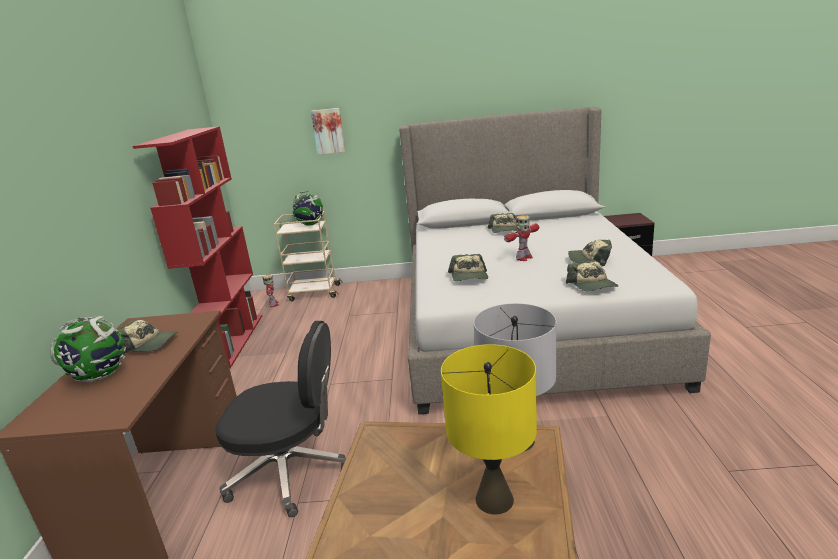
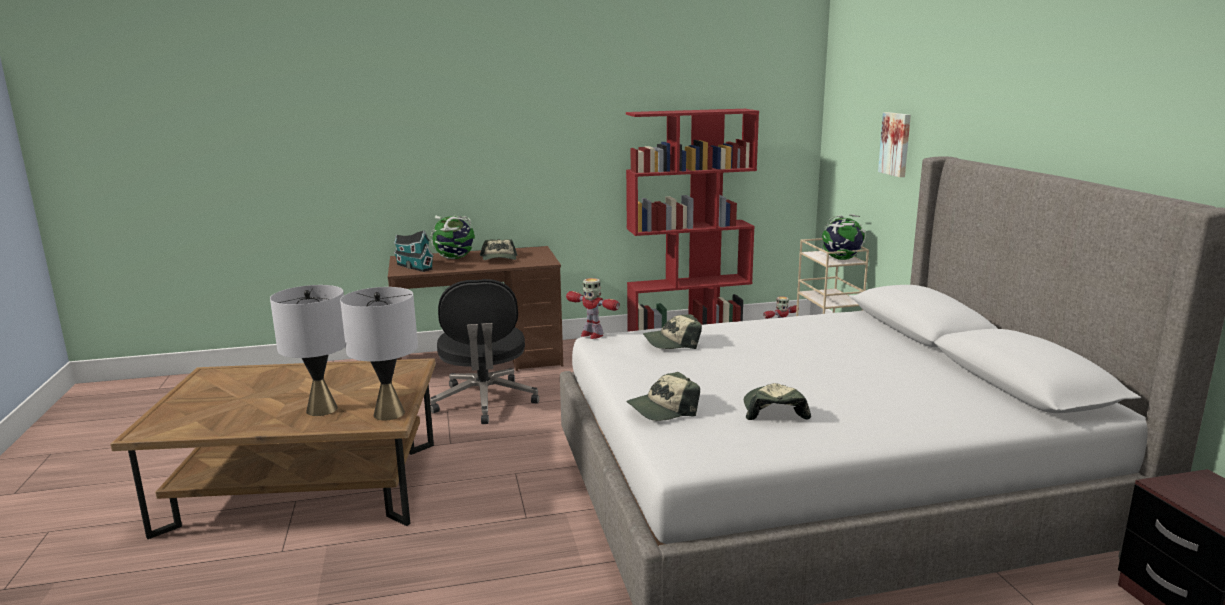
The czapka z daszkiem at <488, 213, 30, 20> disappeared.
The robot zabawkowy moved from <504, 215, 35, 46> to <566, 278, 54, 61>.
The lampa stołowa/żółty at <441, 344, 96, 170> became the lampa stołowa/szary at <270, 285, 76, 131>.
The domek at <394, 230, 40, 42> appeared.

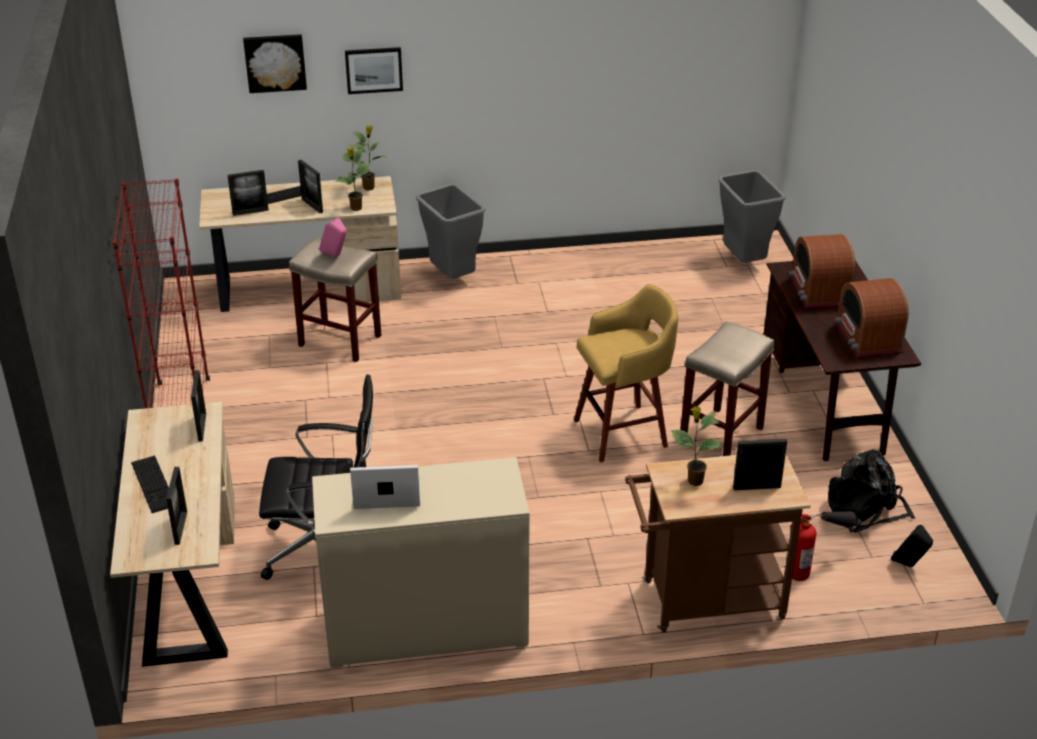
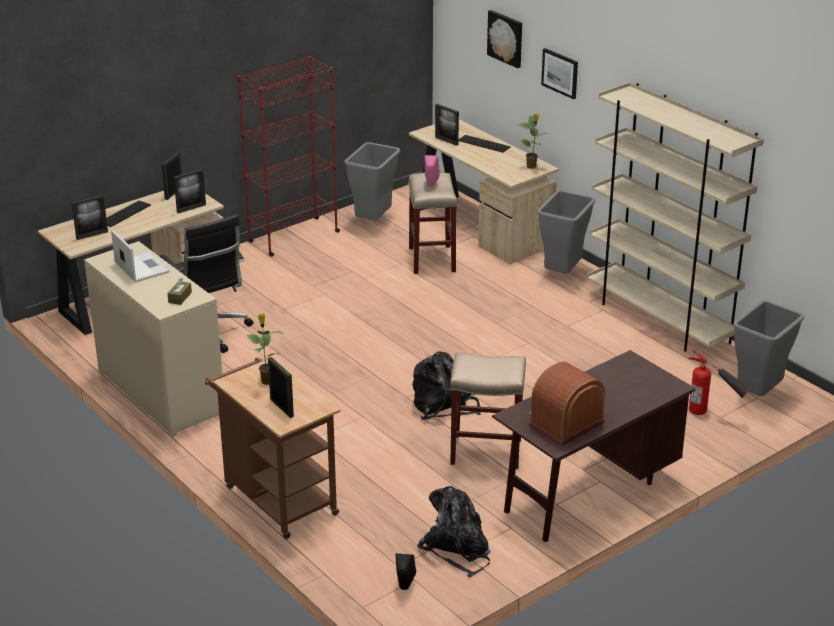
The roślina doniczkowa at <335, 147, 36, 64> disappeared.
The ramka na zdjęcie moved from <298, 160, 25, 53> to <161, 152, 21, 48>.
The radio at <788, 234, 68, 75> disappeared.
The stołek/żółty at <574, 284, 104, 179> was replaced by the plecak/czarny at <412, 351, 69, 69>.
The gaśnica moved from <790, 511, 66, 70> to <688, 350, 63, 65>.
The regał/beżowy at <586, 82, 178, 270> appeared.
The kosz na śmieci/szary at <344, 142, 56, 78> appeared.
The pudełko chusteczek/brązowy at <167, 278, 25, 27> appeared.

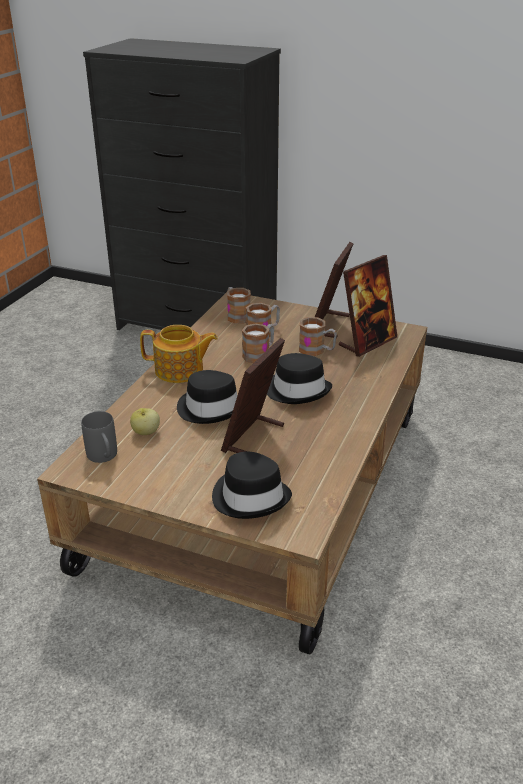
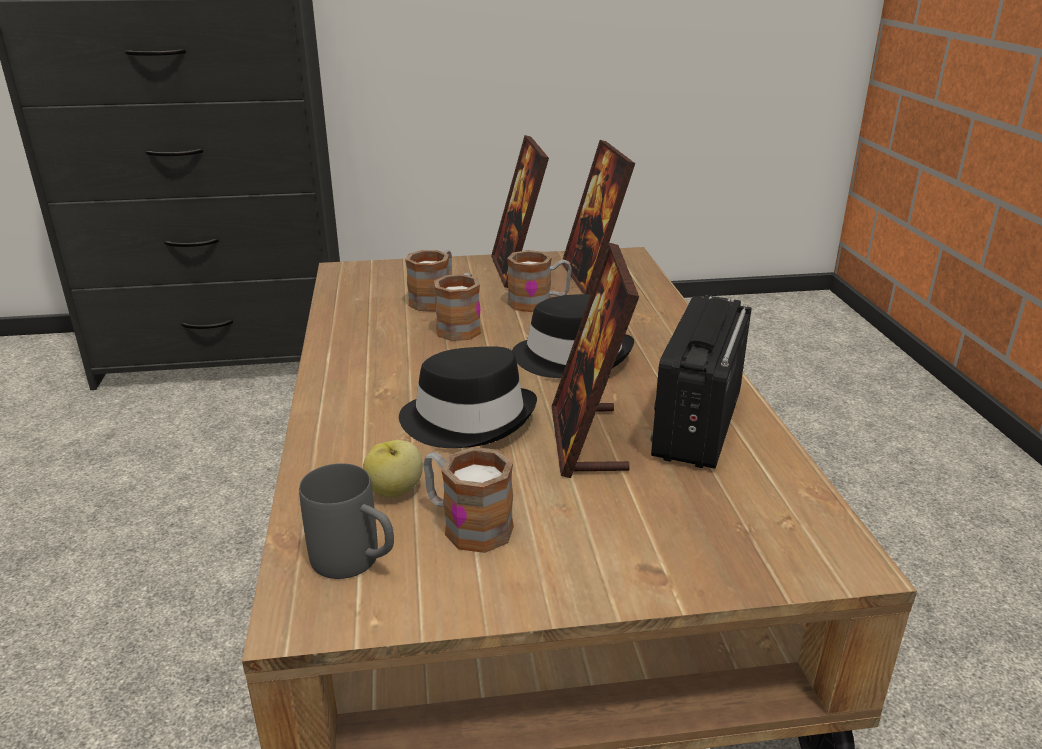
The ramka na zdjęcie at <339, 255, 58, 102> turned 150 degrees clockwise.
The kubek moved from <227, 287, 24, 37> to <423, 447, 91, 106>.
The imbryk at <140, 325, 78, 58> disappeared.
The kapelusz/czarny at <212, 452, 80, 67> disappeared.
The radio at <650, 296, 101, 173> appeared.

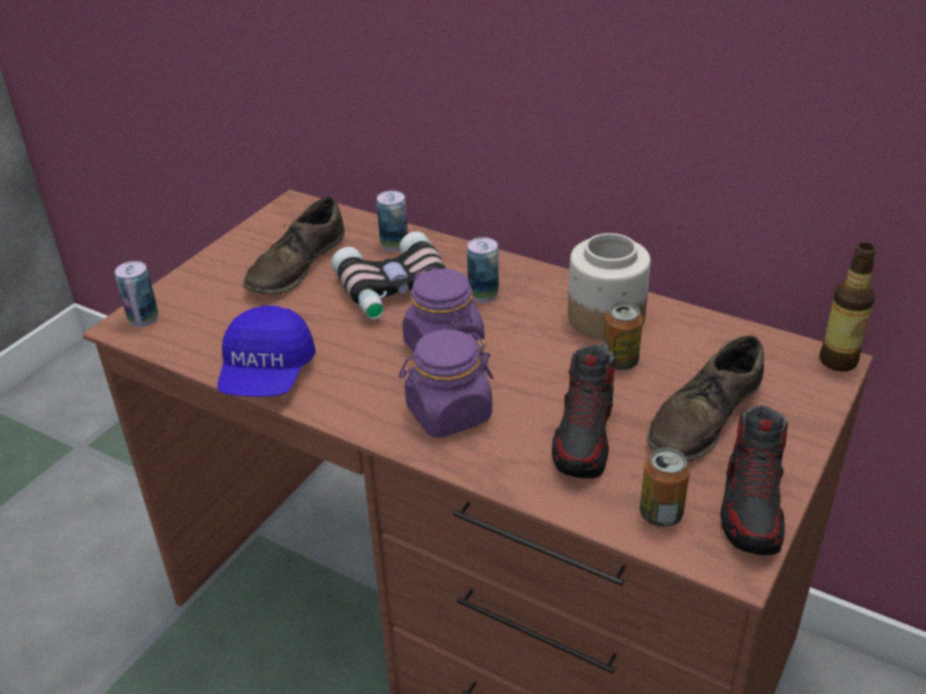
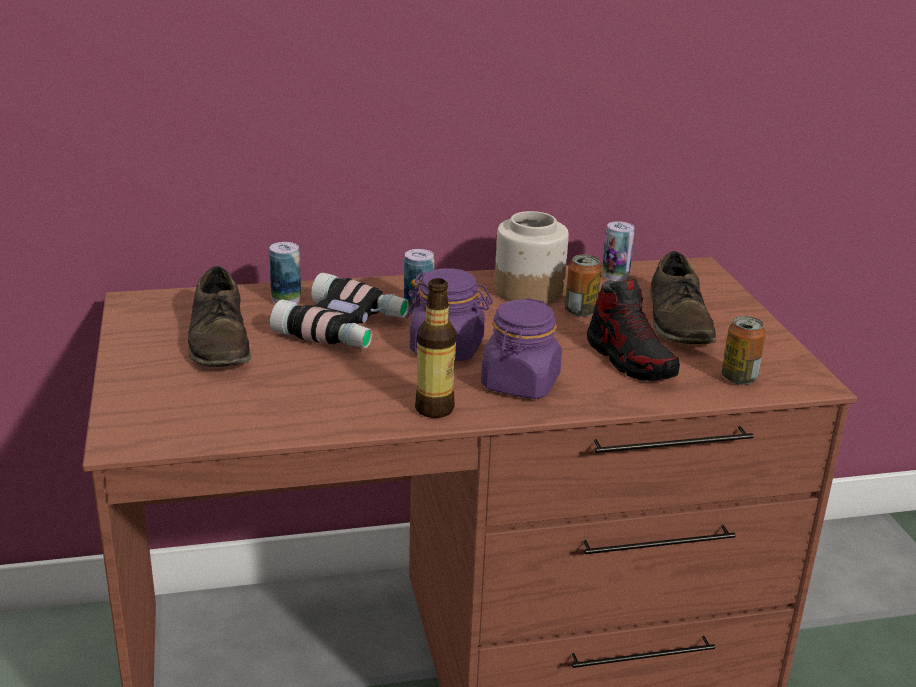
The butelka moved from <819, 243, 57, 128> to <415, 278, 41, 140>.
The puszka moved from <115, 261, 43, 66> to <602, 221, 33, 60>.
The czapka z daszkiem/niebieski at <217, 305, 99, 92> disappeared.
The but at <720, 405, 68, 150> disappeared.

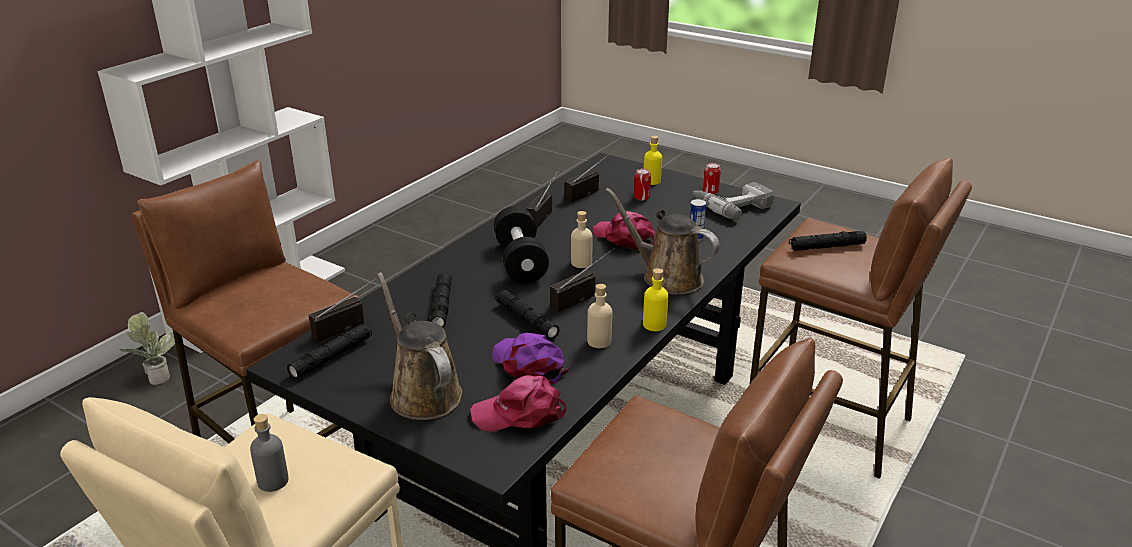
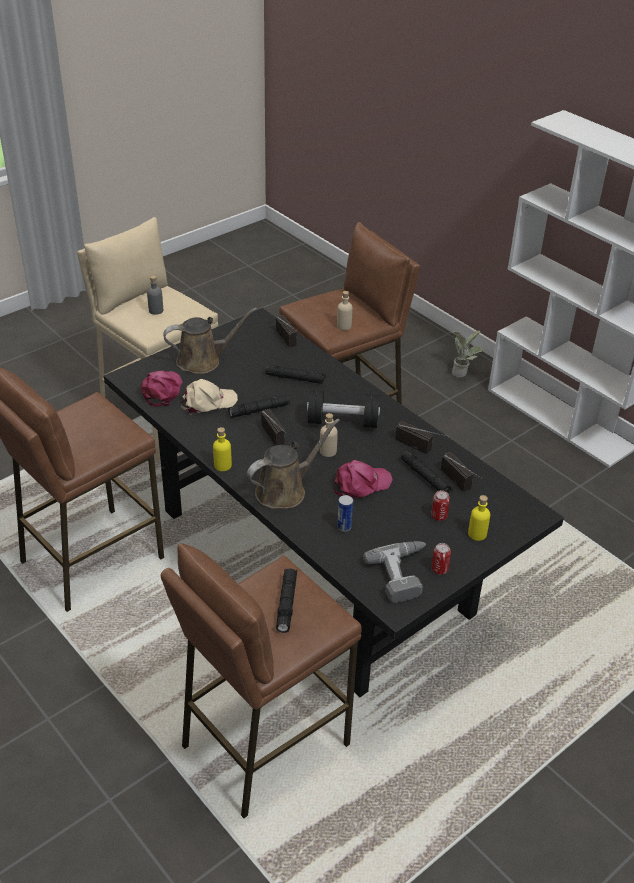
The butelka/beżowy moved from <587, 284, 25, 64> to <337, 291, 16, 39>.
The latarka/czarny moved from <287, 324, 85, 55> to <401, 450, 52, 43>.
The czapka z daszkiem/fioletowy at <492, 333, 77, 51> became the czapka z daszkiem/beżowy at <181, 379, 57, 36>.

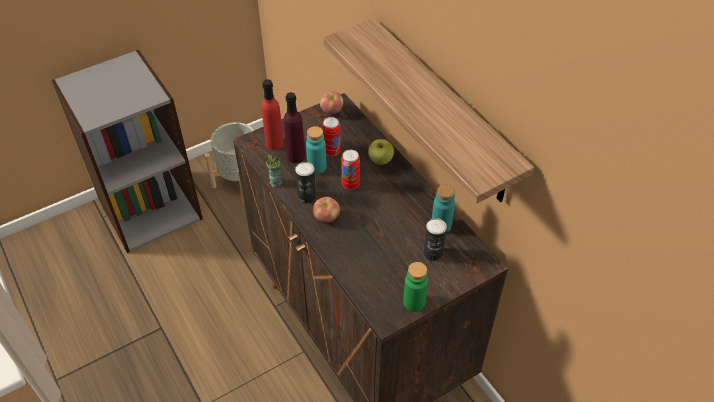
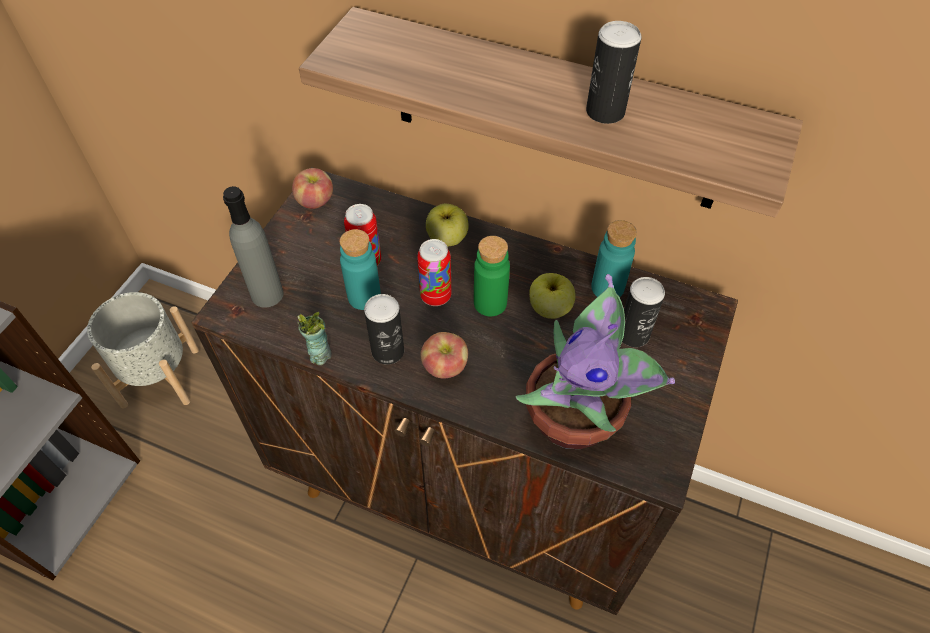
The butelka/czerwony at <261, 79, 23, 71> became the butelka/szary at <223, 186, 61, 122>.
The butelka/fioletowy at <284, 92, 21, 71> disappeared.
The butelka/zielony moved from <403, 262, 25, 50> to <474, 236, 36, 80>.
The puszka at <586, 21, 56, 103> appeared.
The jabłko at <529, 273, 47, 46> appeared.
The roślina doniczkowa at <516, 274, 159, 175> appeared.

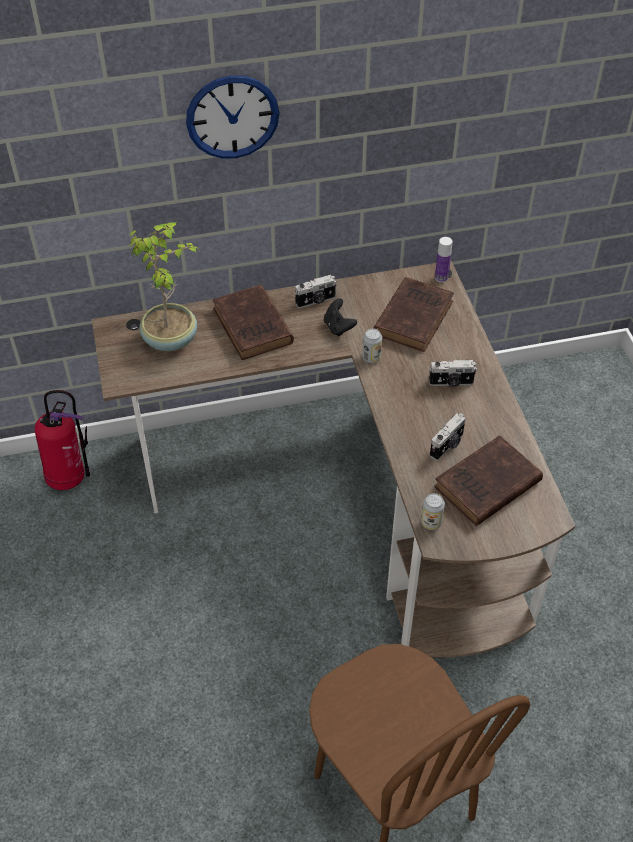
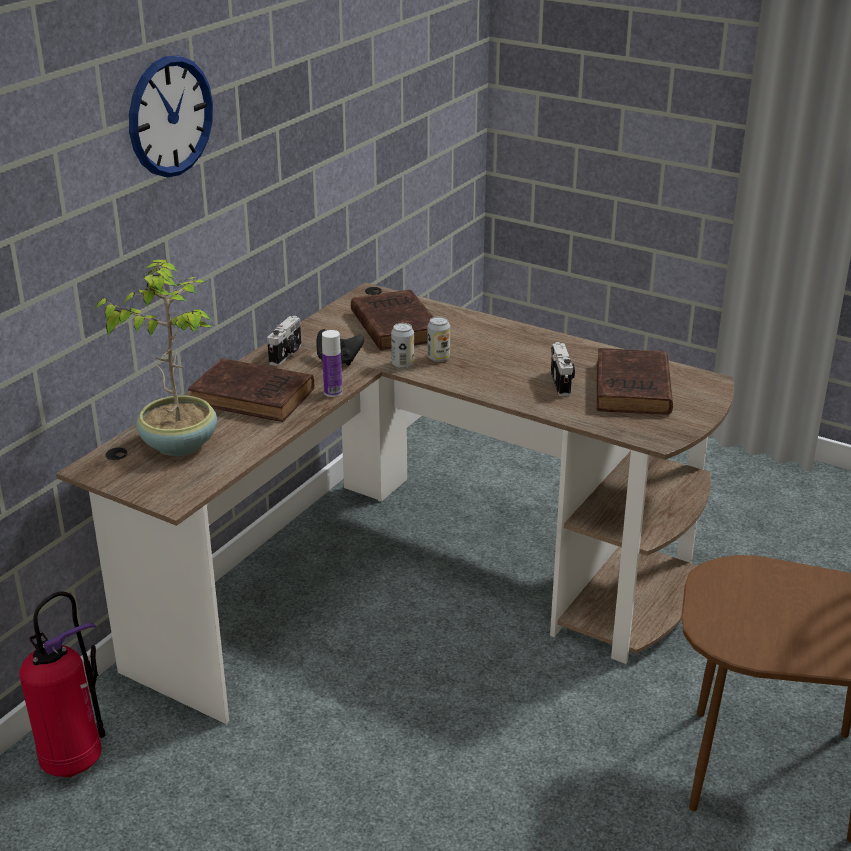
The butelka moved from <435, 237, 17, 45> to <322, 330, 20, 67>.
The aparat fotograficzny at <429, 360, 48, 27> disappeared.
The puszka moved from <421, 493, 24, 37> to <428, 316, 22, 46>.

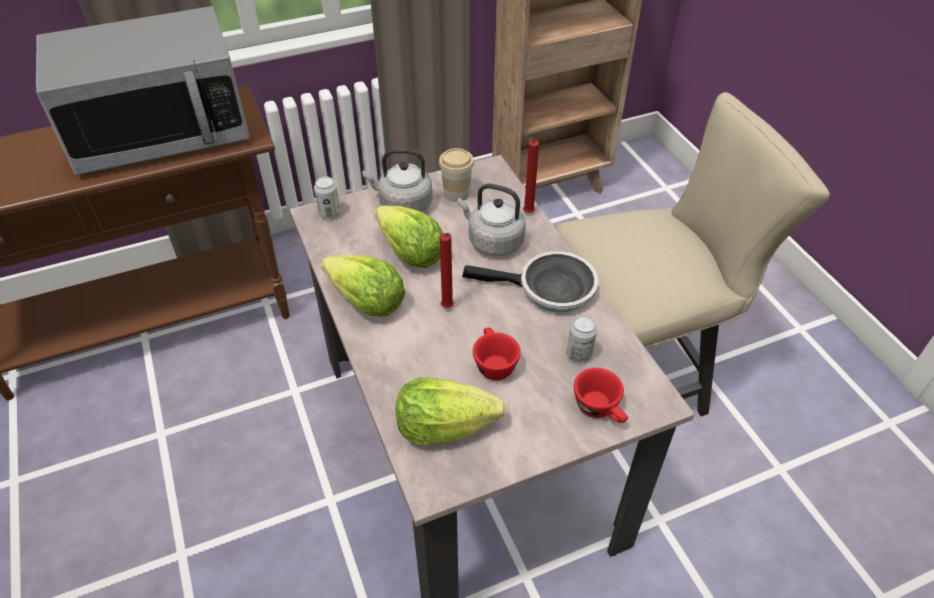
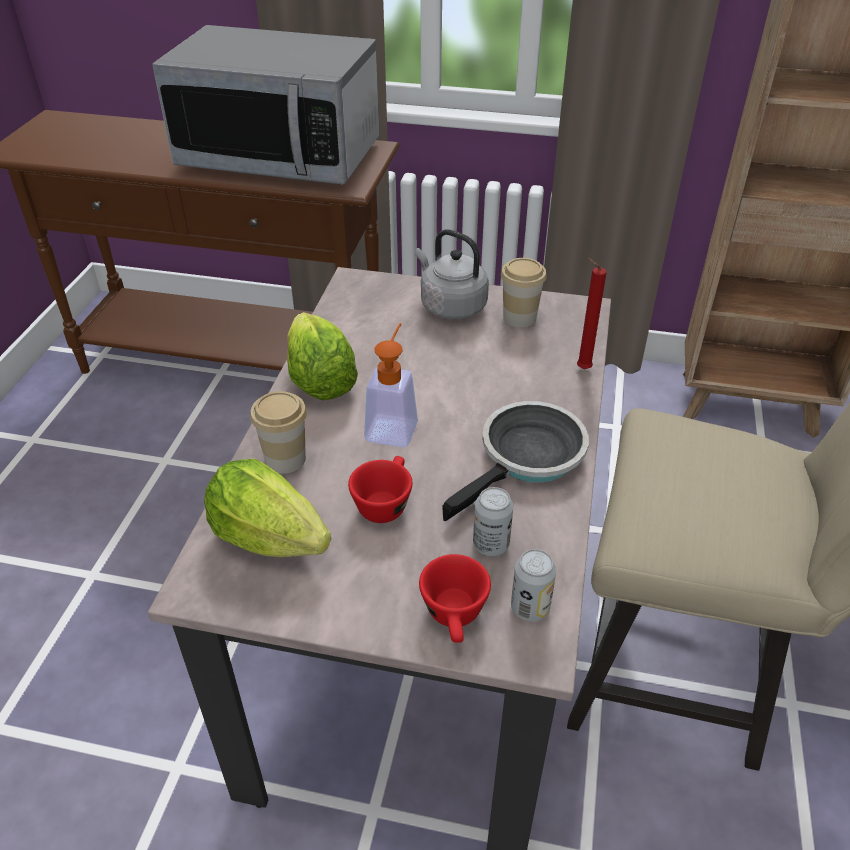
The puszka moved from <314, 177, 26, 42> to <511, 549, 45, 73>.
The czajnik/szary at <457, 184, 69, 72> disappeared.
The sałata at <375, 205, 68, 63> disappeared.
The świeca/czerwony at <440, 233, 14, 75> was replaced by the dozownik mydła at <364, 323, 54, 124>.
The patelnia at <462, 251, 136, 61> turned 90 degrees counterclockwise.
The filiżanka at <250, 391, 57, 83> appeared.

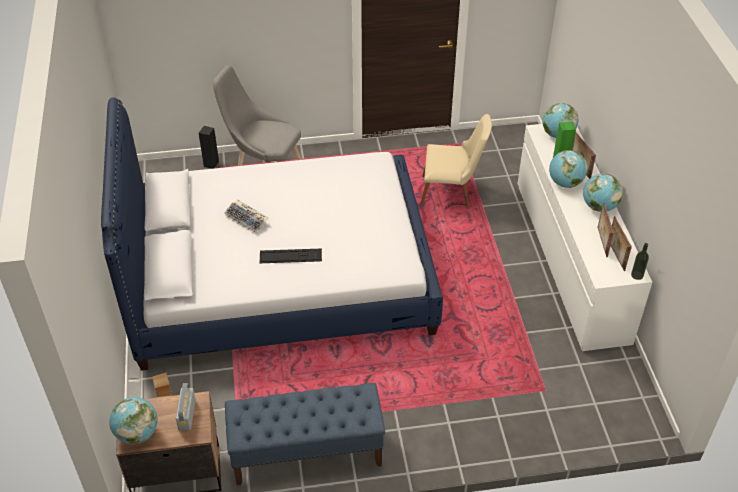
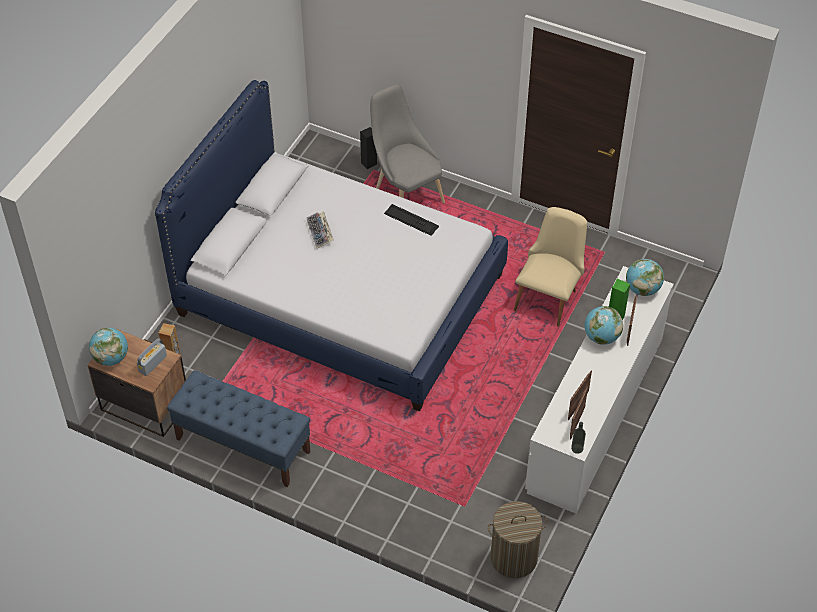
The krzesło/beżowy at <420, 114, 72, 95> turned 105 degrees counterclockwise.
The globus at <583, 173, 40, 39> disappeared.
The klawiatura moved from <260, 248, 62, 15> to <384, 204, 55, 32>.
The kosz na pranie at <488, 501, 60, 77> appeared.

